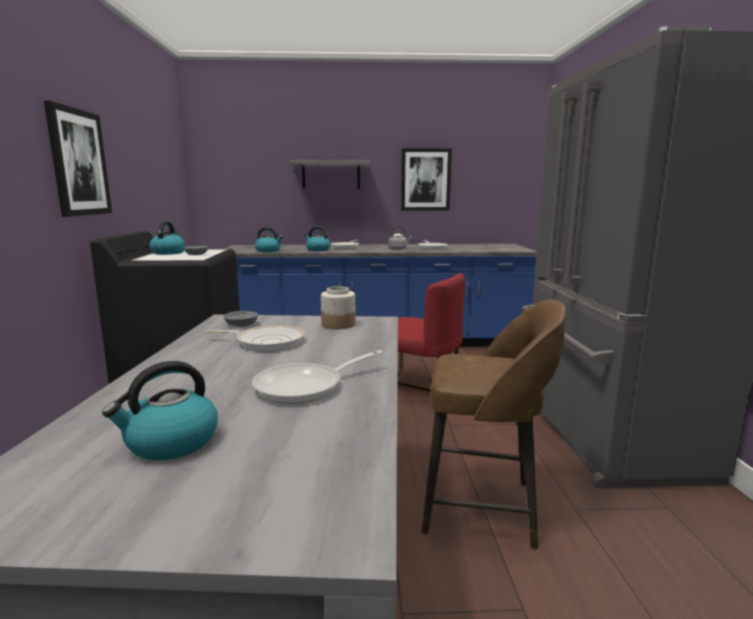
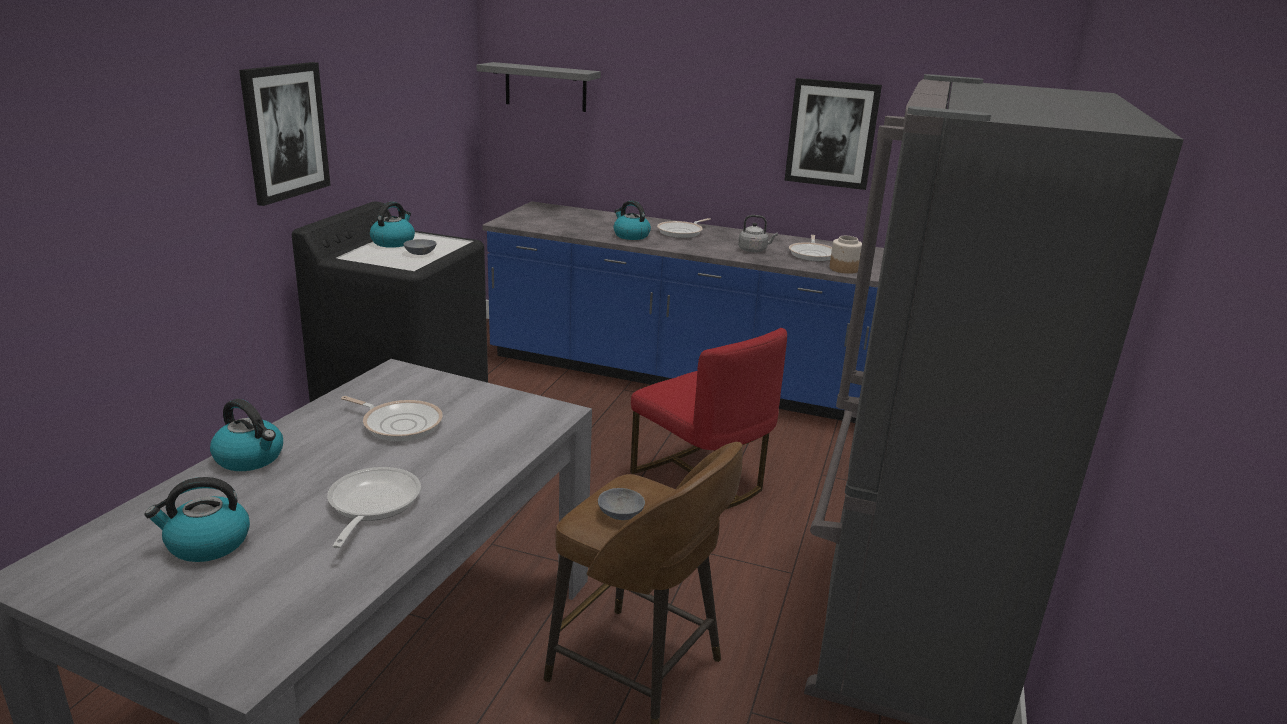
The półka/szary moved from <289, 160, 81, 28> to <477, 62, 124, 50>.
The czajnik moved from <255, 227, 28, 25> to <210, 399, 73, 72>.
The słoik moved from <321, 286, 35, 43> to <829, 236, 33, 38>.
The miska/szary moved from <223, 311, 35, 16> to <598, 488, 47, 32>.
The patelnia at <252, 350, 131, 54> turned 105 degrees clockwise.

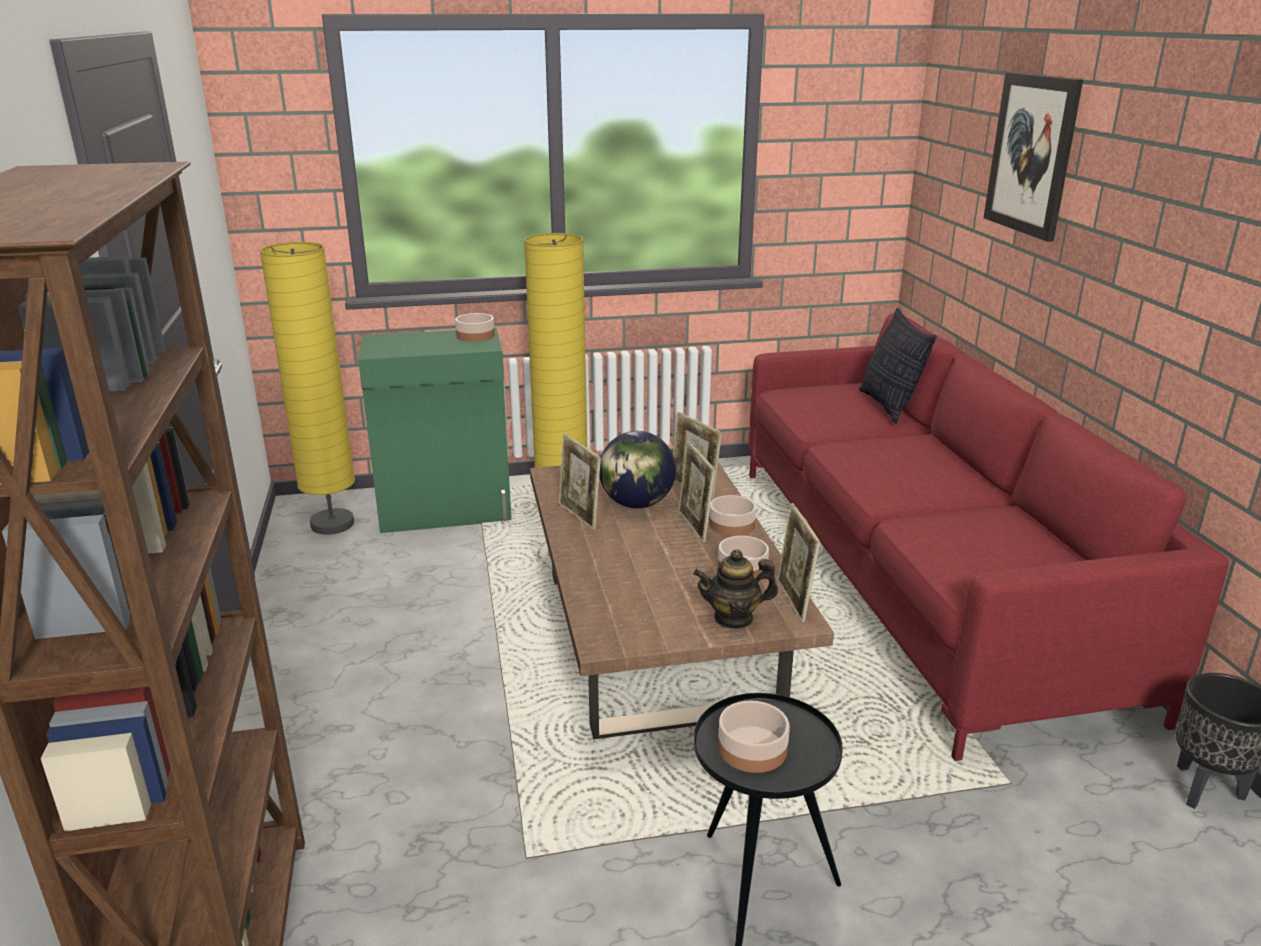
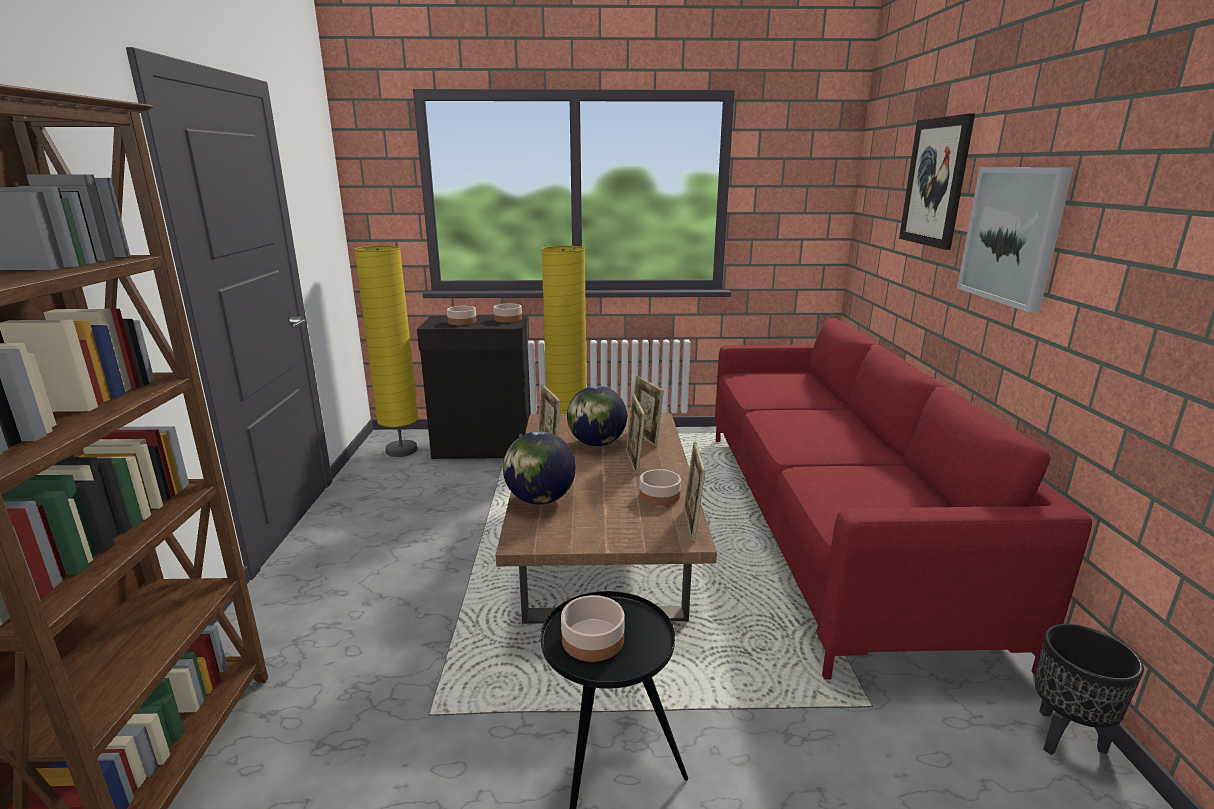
The poduszka at <859, 308, 78, 116> disappeared.
The szafka/zielony at <358, 328, 153, 205> became the szafka/czarny at <417, 316, 114, 143>.
The miska moved from <709, 495, 47, 41> to <447, 306, 30, 19>.
The imbryk at <693, 549, 85, 80> disappeared.
The obraz at <957, 167, 116, 146> appeared.
The globus at <503, 431, 73, 74> appeared.

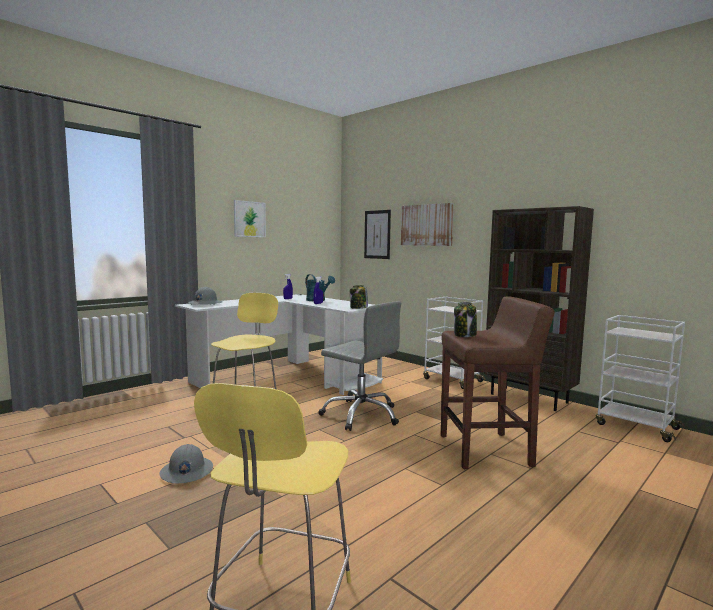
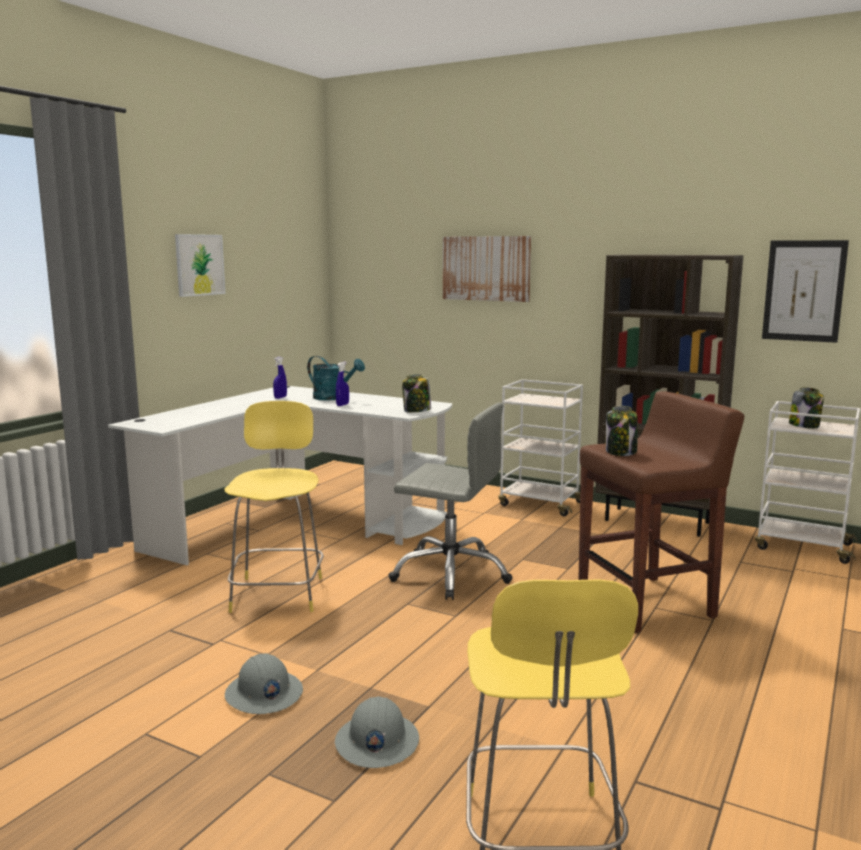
The obraz moved from <364, 210, 27, 49> to <762, 240, 87, 103>.
The kask/szary moved from <188, 287, 34, 18> to <335, 696, 84, 72>.
The słoik at <789, 387, 35, 41> appeared.

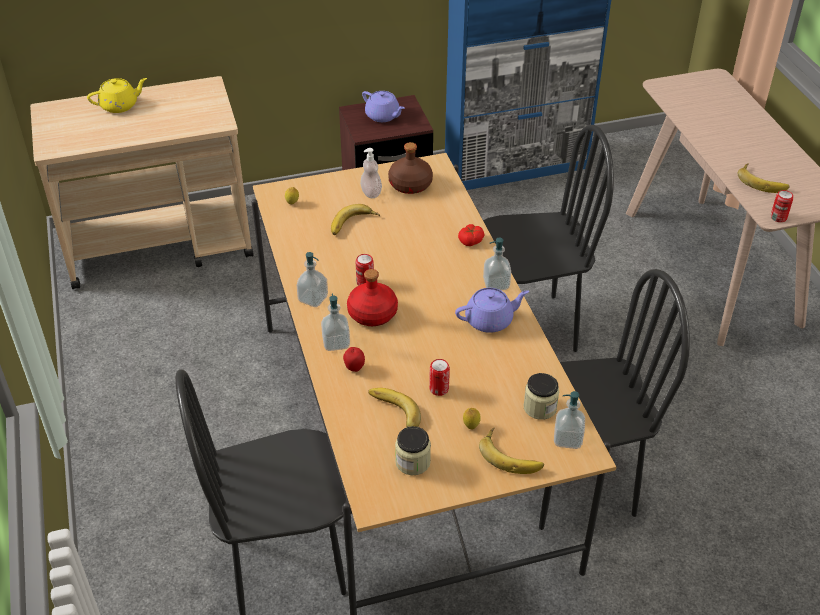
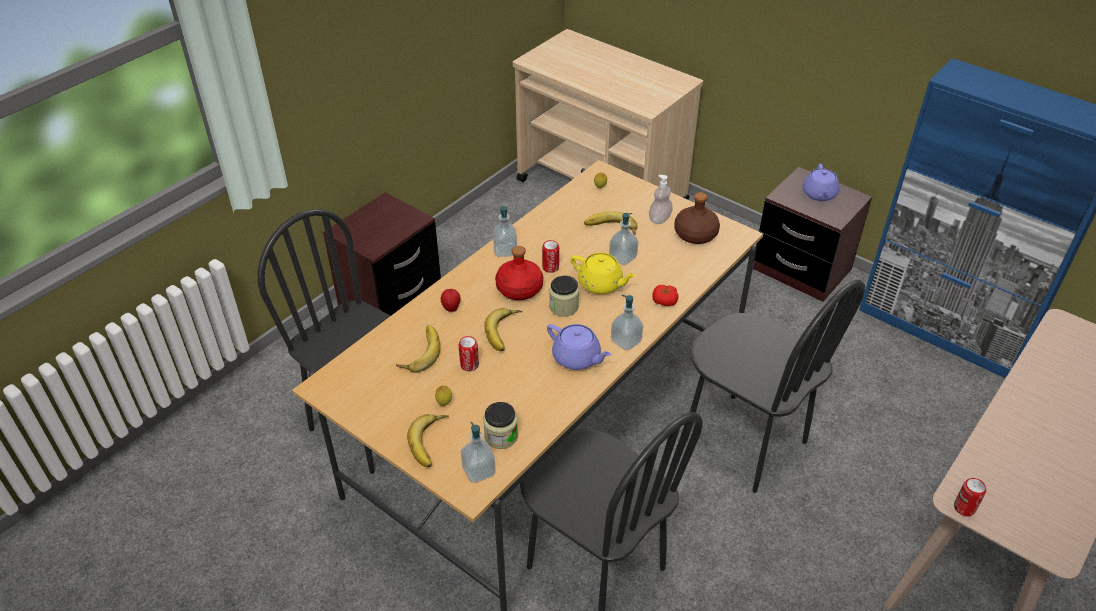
The imbryk/żółty moved from <87, 78, 60, 35> to <571, 253, 65, 41>.
The banan moved from <737, 163, 53, 30> to <484, 308, 38, 43>.
The dozownik mydła moved from <321, 293, 29, 58> to <609, 213, 30, 52>.
The słoik moved from <395, 426, 36, 49> to <549, 275, 30, 42>.
The szafka nocna/brązowy at <323, 192, 118, 123> appeared.

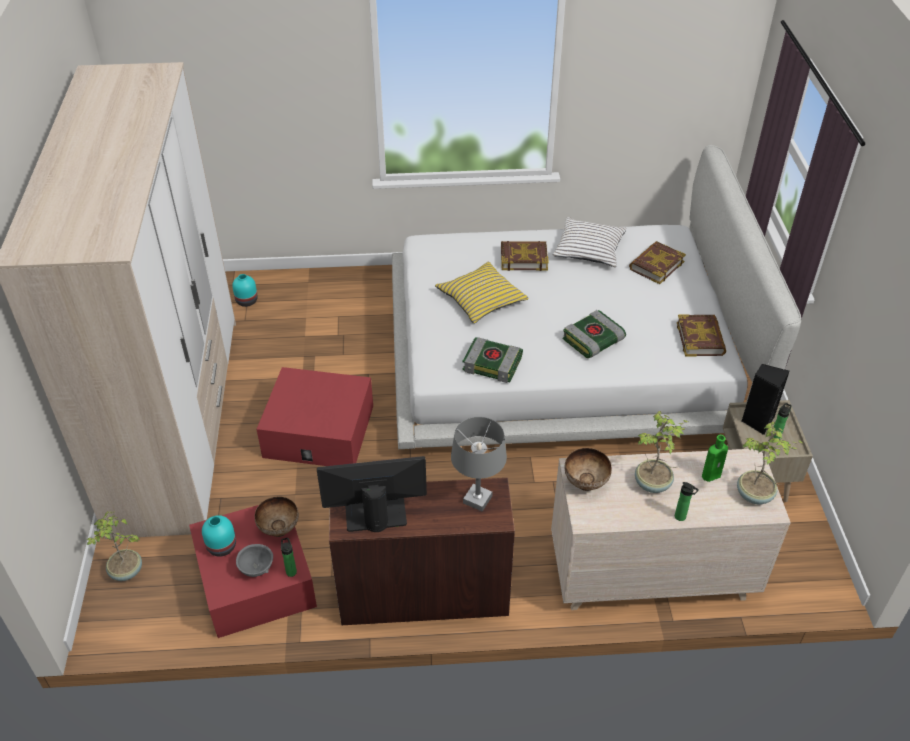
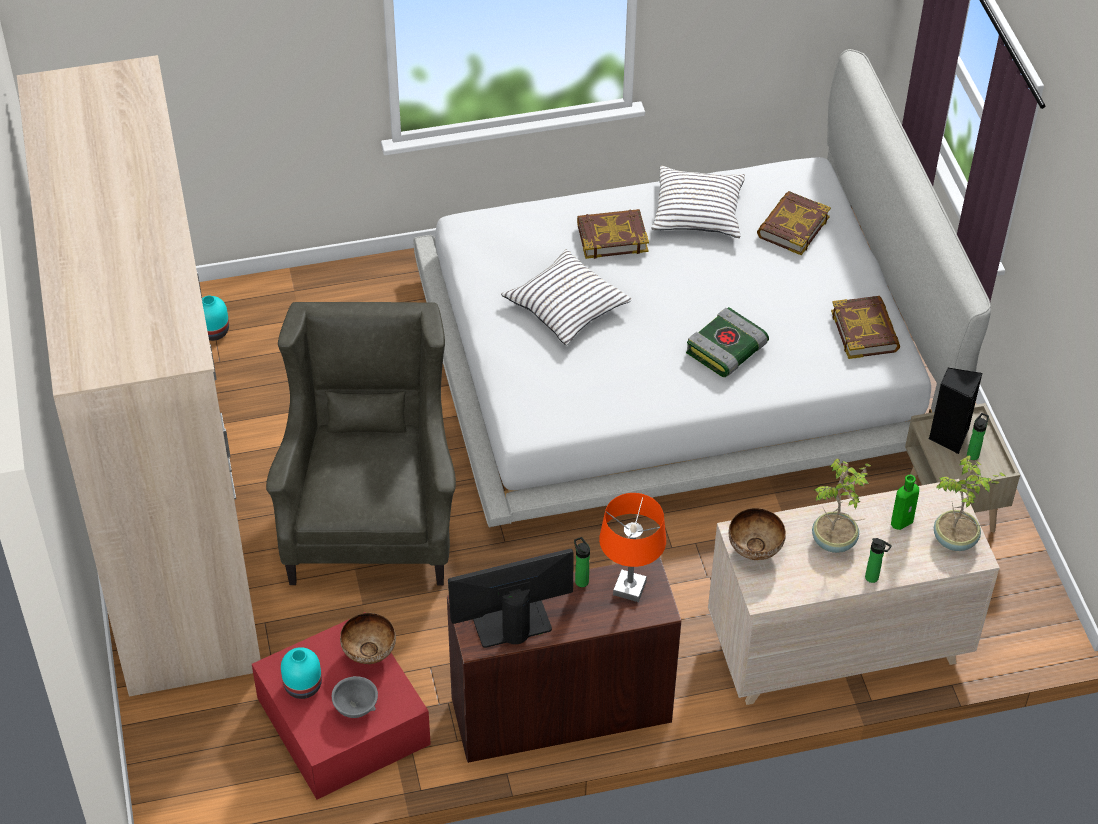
The poduszka/żółty at <435, 262, 94, 61> became the poduszka/biały at <501, 249, 131, 96>.
The książka at <463, 337, 60, 46> disappeared.
The pojemnik do przechowywania/czerwony at <256, 367, 117, 99> was replaced by the fotel/szary at <266, 302, 190, 284>.
The lampa stołowa/szary at <451, 417, 56, 95> became the lampa stołowa/pomarańczowy at <599, 493, 67, 109>.
The roślina doniczkowa at <87, 511, 55, 70> disappeared.
The butelka moved from <281, 538, 16, 39> to <574, 537, 16, 50>.

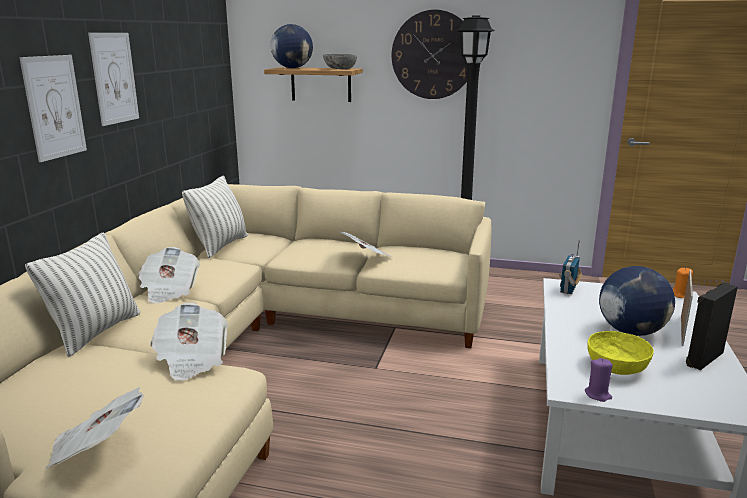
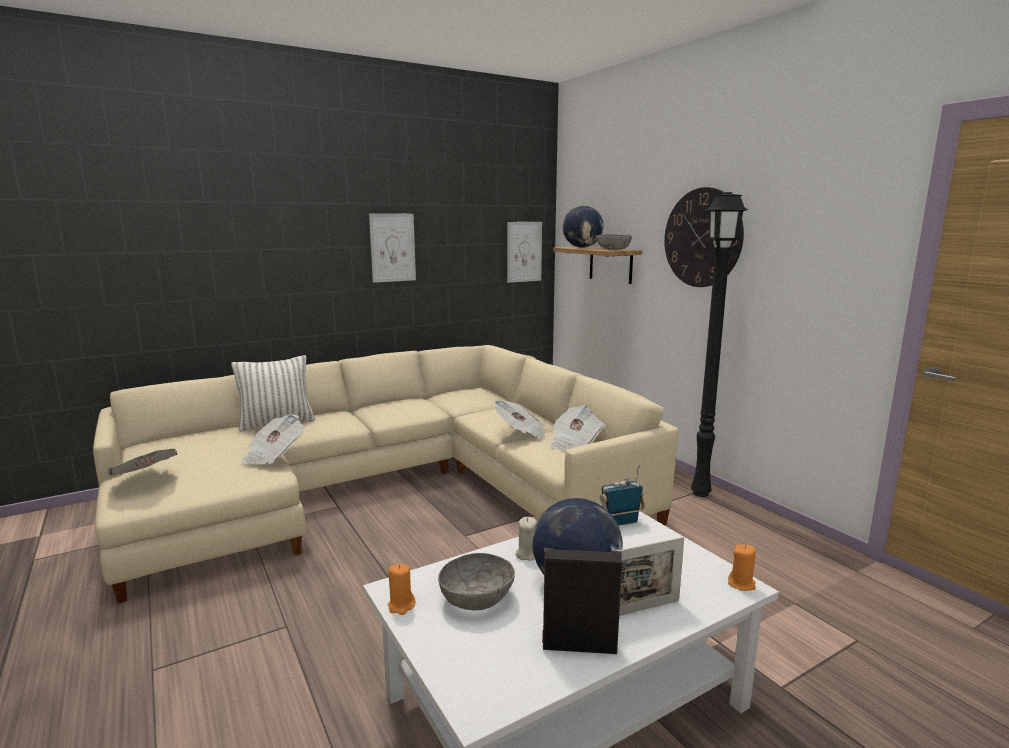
The obraz moved from <19, 55, 68, 107> to <507, 222, 35, 61>.
The poduszka at <182, 176, 66, 82> disappeared.
The gazeta moved from <138, 247, 62, 56> to <550, 405, 56, 45>.
The miska/żółty at <587, 331, 67, 44> became the miska/szary at <438, 553, 77, 58>.
The świeca/fioletowy at <585, 358, 28, 44> became the świeca/pomarańczowy at <388, 564, 28, 51>.
The świeca/beżowy at <516, 517, 21, 44> appeared.

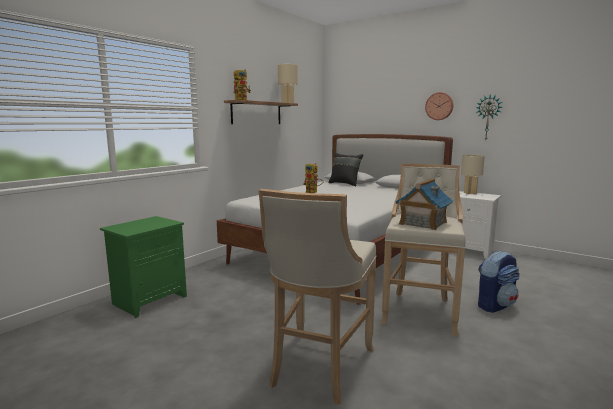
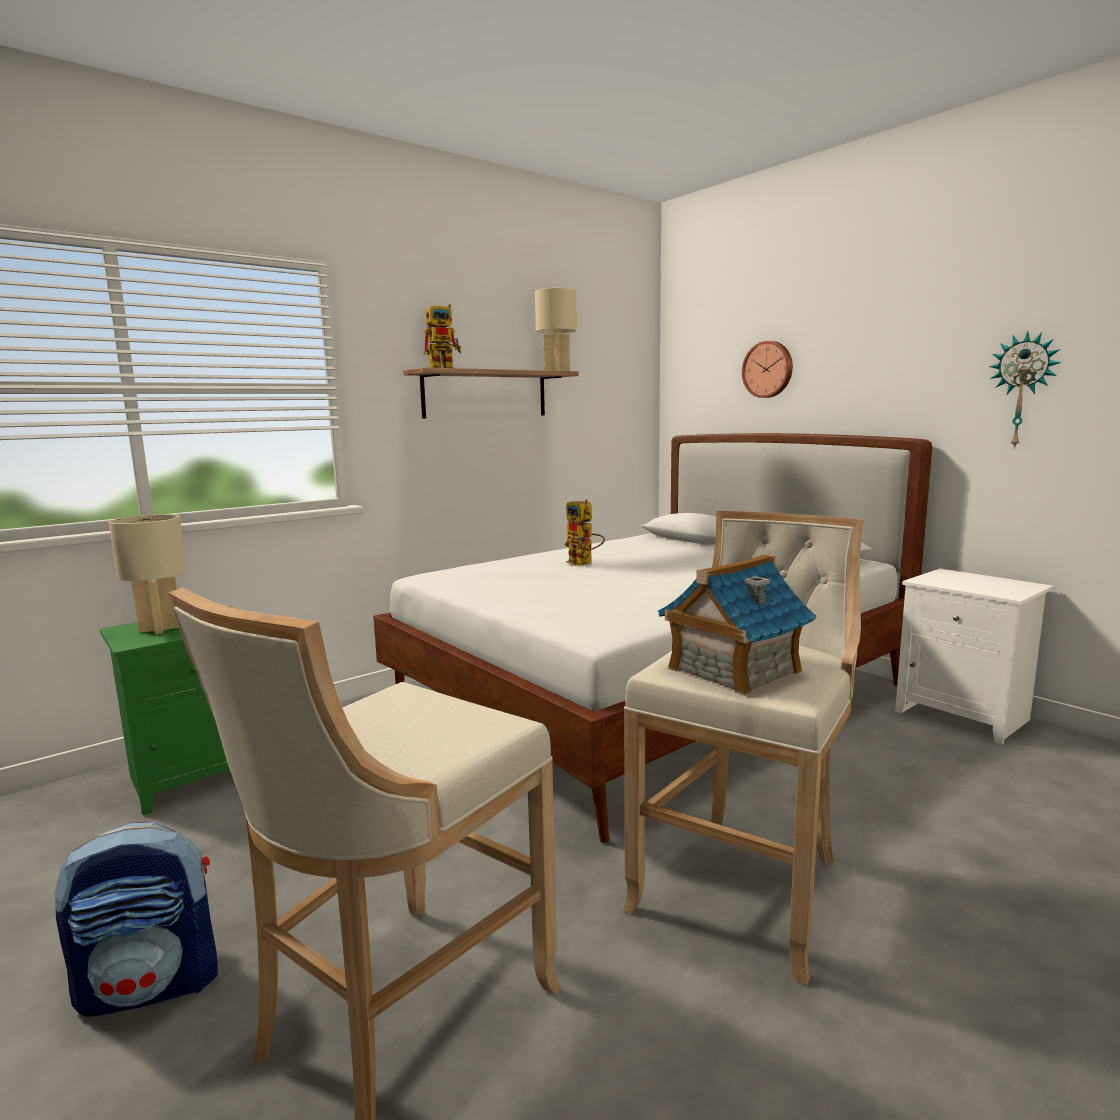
The zegar ścienny moved from <425, 92, 28, 28> to <742, 341, 51, 57>.
The poduszka/czarny at <329, 153, 34, 33> disappeared.
The lampa stołowa/beżowy moved from <461, 155, 24, 40> to <109, 514, 78, 121>.
The plecak moved from <478, 251, 42, 62> to <55, 822, 163, 195>.

